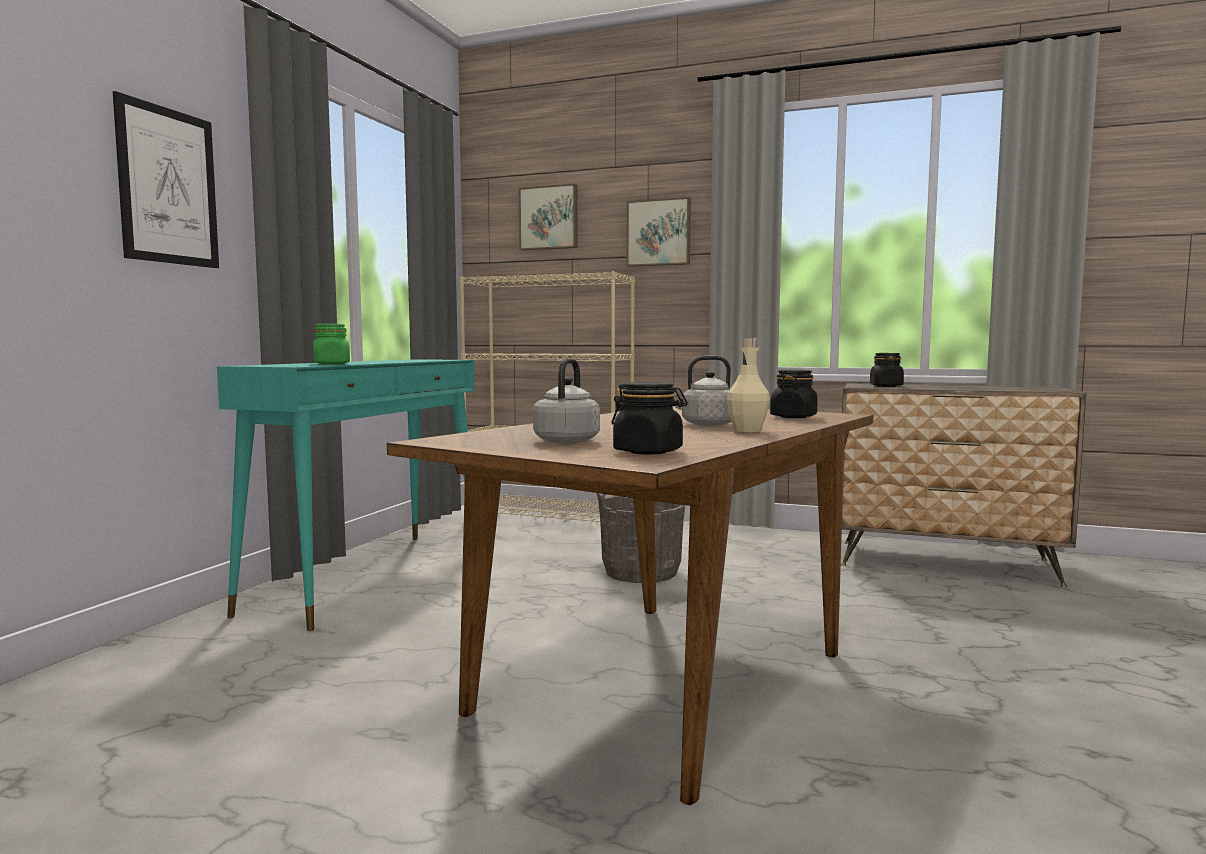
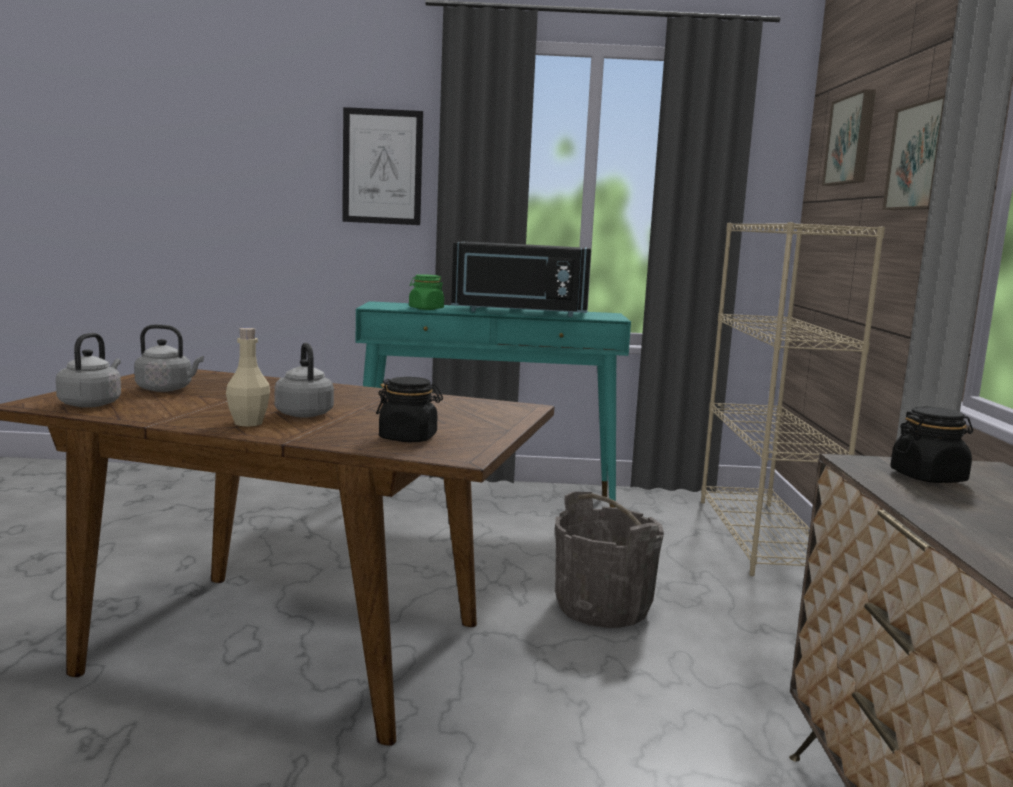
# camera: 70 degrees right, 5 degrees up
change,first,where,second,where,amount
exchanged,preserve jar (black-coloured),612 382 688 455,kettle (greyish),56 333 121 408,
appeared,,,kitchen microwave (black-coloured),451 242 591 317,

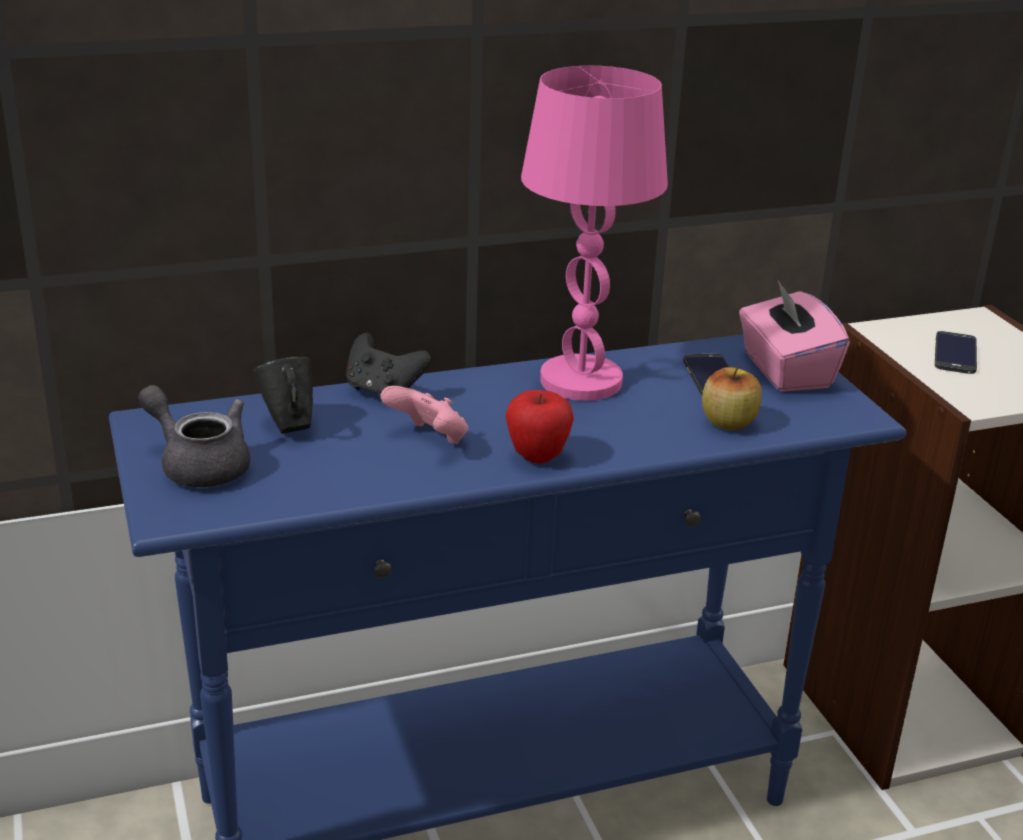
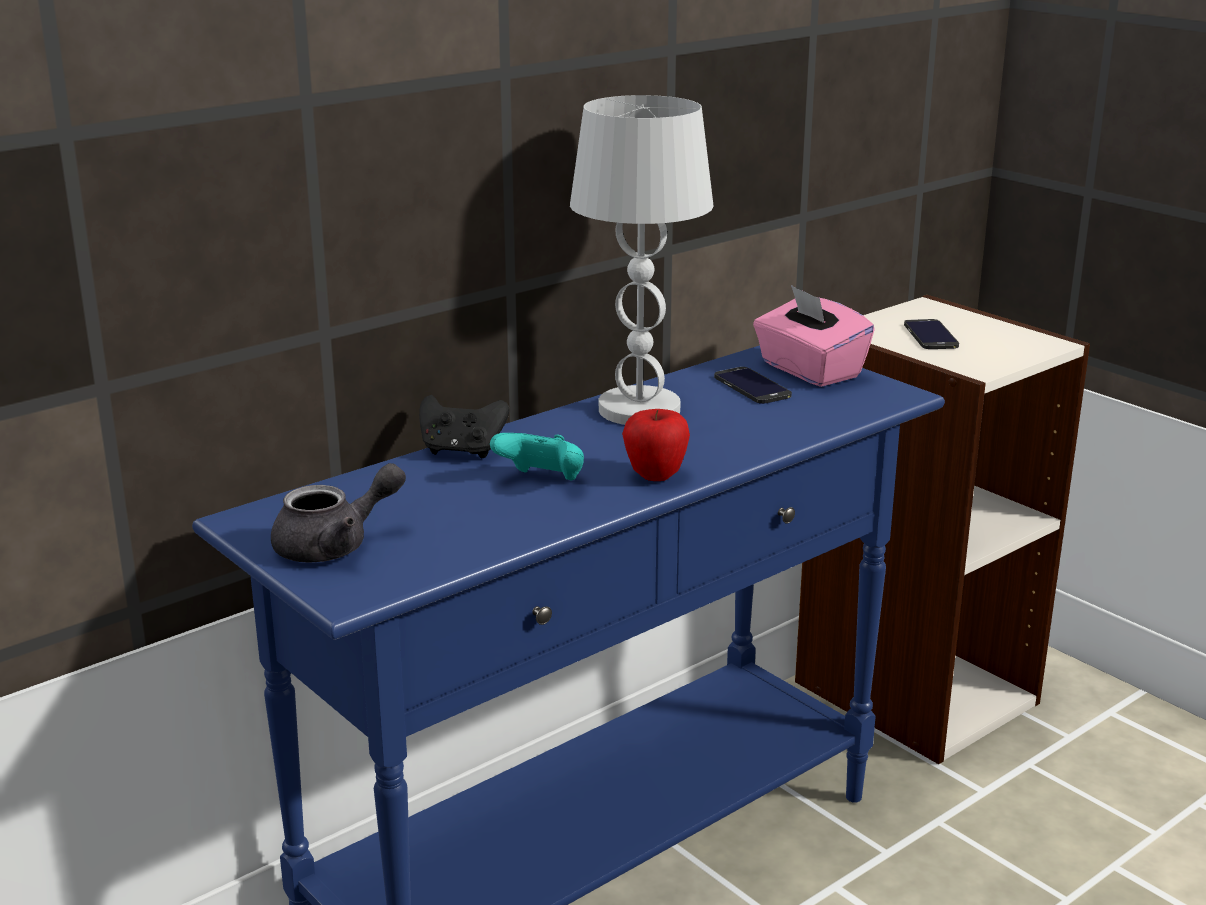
# camera: 20 degrees left, 5 degrees down
change,first,where,second,where,amount
colour,table lamp (pink),521 66 668 401,table lamp (white),570 95 714 425,
missing,mug (black-coloured),254 357 313 434,,,
missing,whole apple,702 366 762 430,,,
spun,tea pot (greyish),138 385 250 487,,271 463 406 563,135 degrees clockwise
colour,gamepad (pink),380 386 468 444,gamepad (blue-green),490 433 584 481,

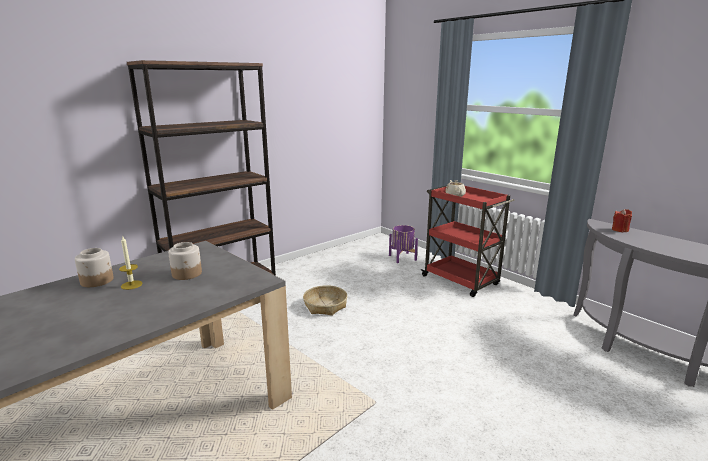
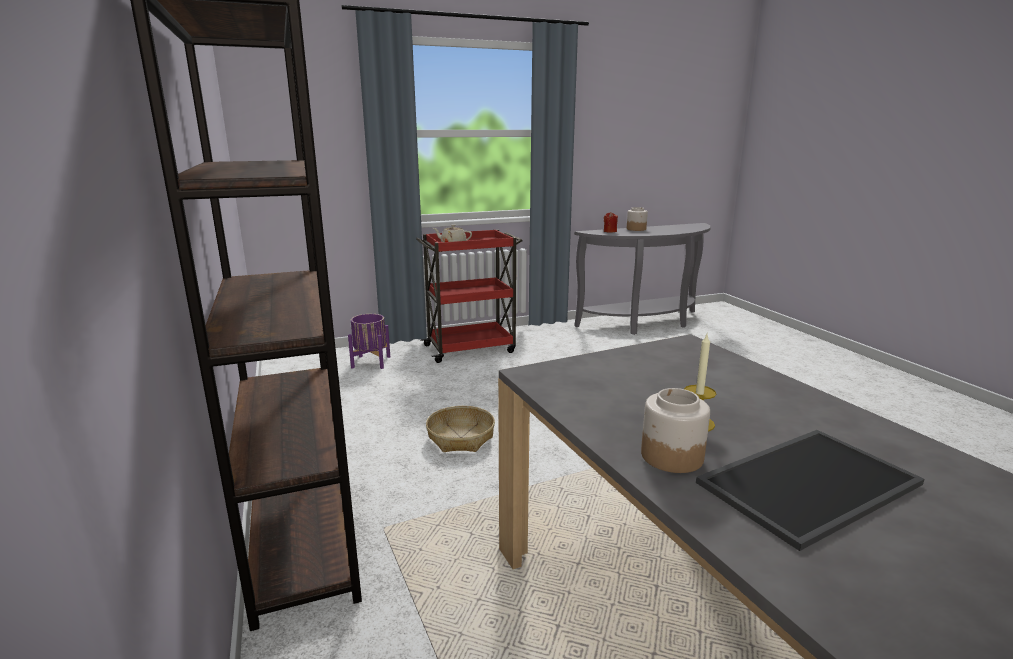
# camera: 70 degrees left, 0 degrees up
change,first,where,second,where,amount
relocated,preserve jar,168 242 202 280,,627 207 648 231,
appeared,,,tray,696 430 925 551,

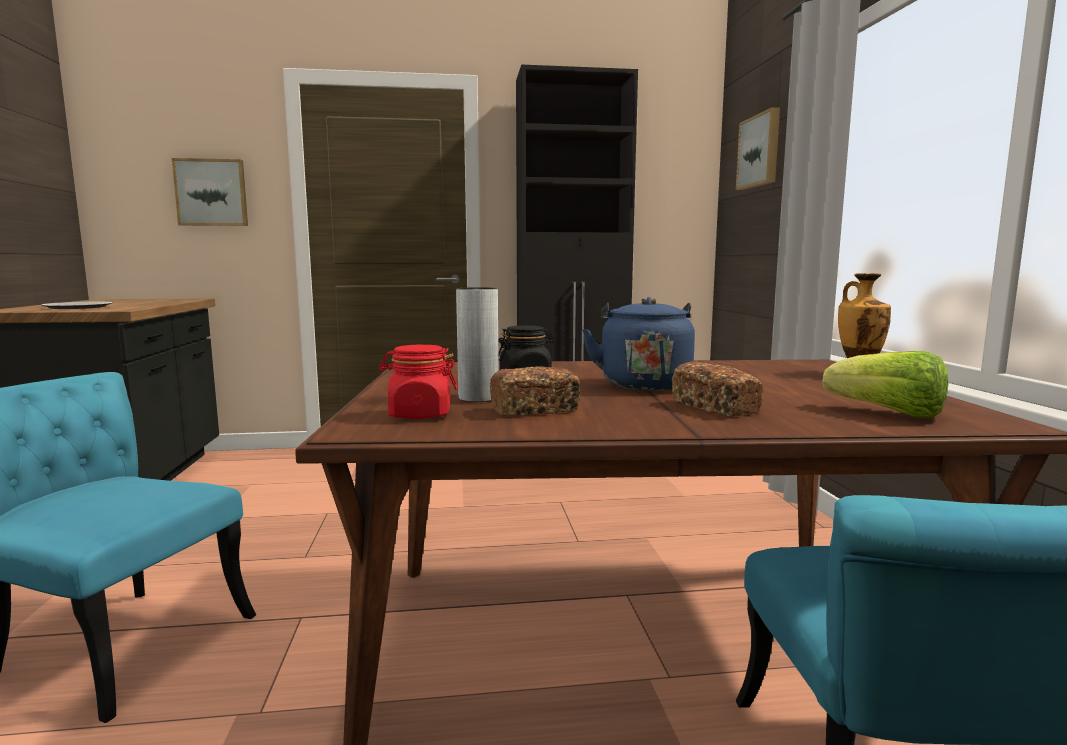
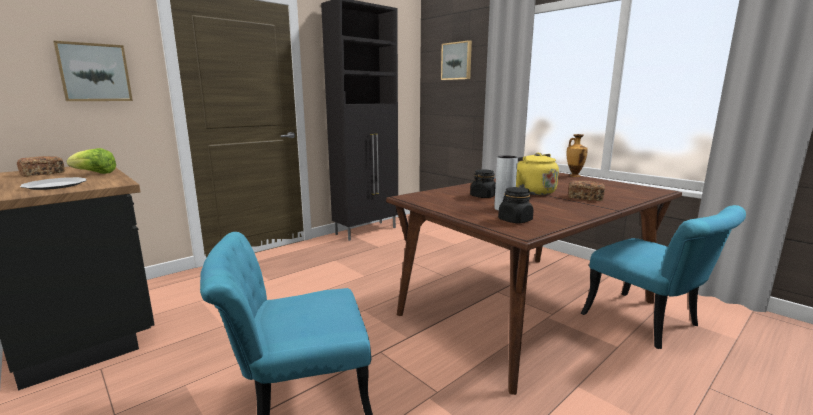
# camera: 35 degrees left, 5 degrees up
change,first,where,second,where,amount
colour,kettle (blue),582 297 695 391,kettle (yellowish),516 153 559 195,
colour,preserve jar (red),379 345 457 419,preserve jar (black-coloured),498 187 534 224,
relocated,head of lettuce,822 351 948 418,,67 148 116 174,
relocated,bread,490 367 580 417,,17 156 65 177,

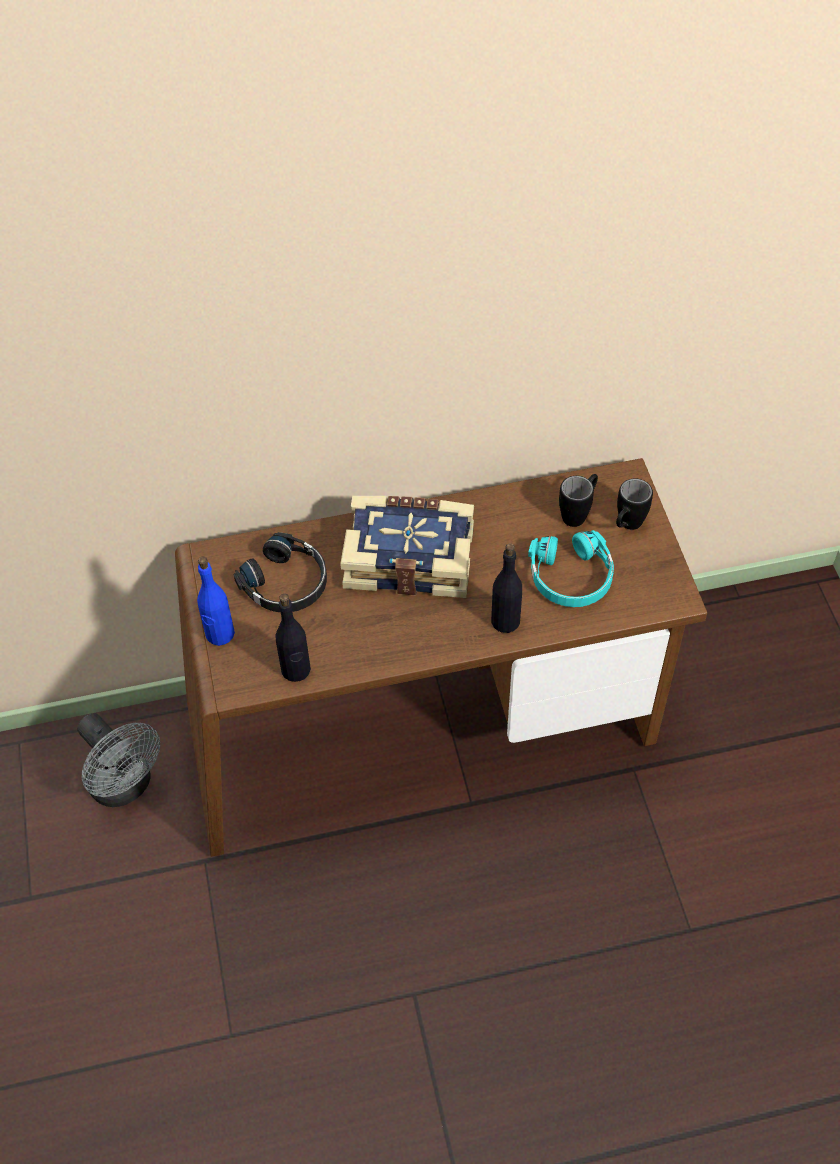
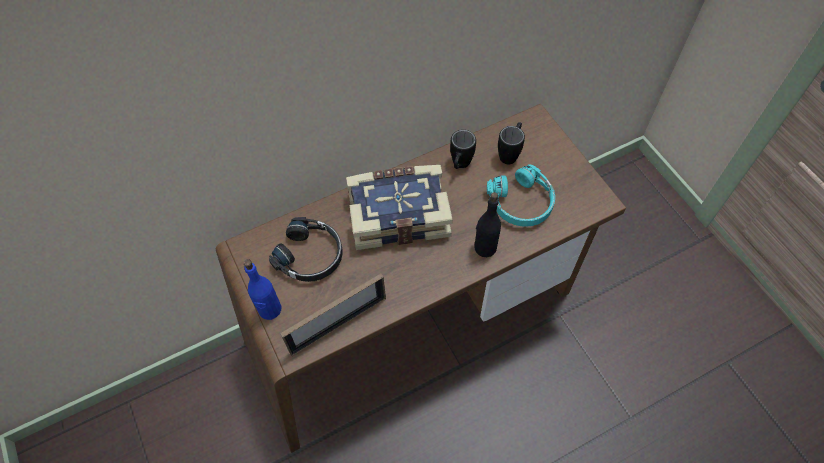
# camera: 15 degrees left, 5 degrees up
change,first,where,second,where,amount
relocated,mug (black-coloured),616 478 653 530,,450 130 476 169,
exchanged,drink bottle (black-coloured),275 594 311 682,standing frame,280 274 386 356,
missing,electric fan (greyish),77 713 160 807,,,

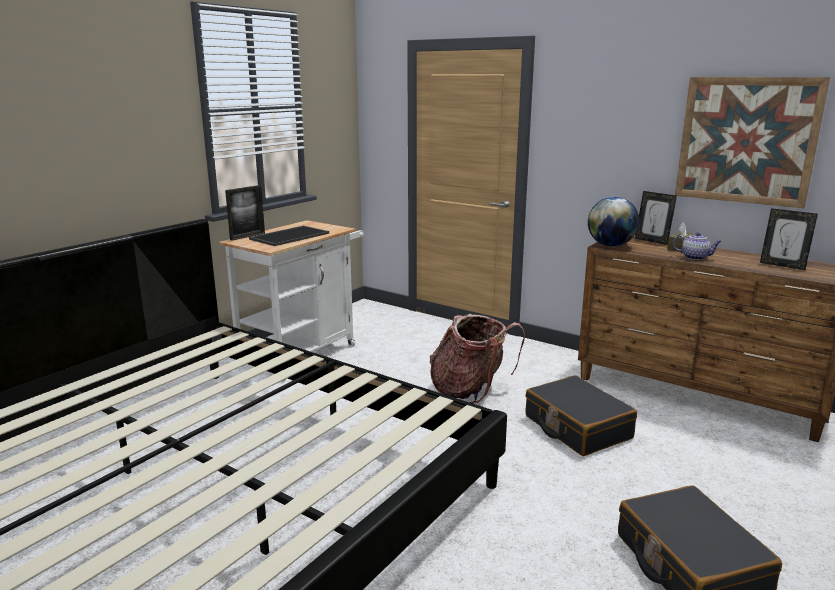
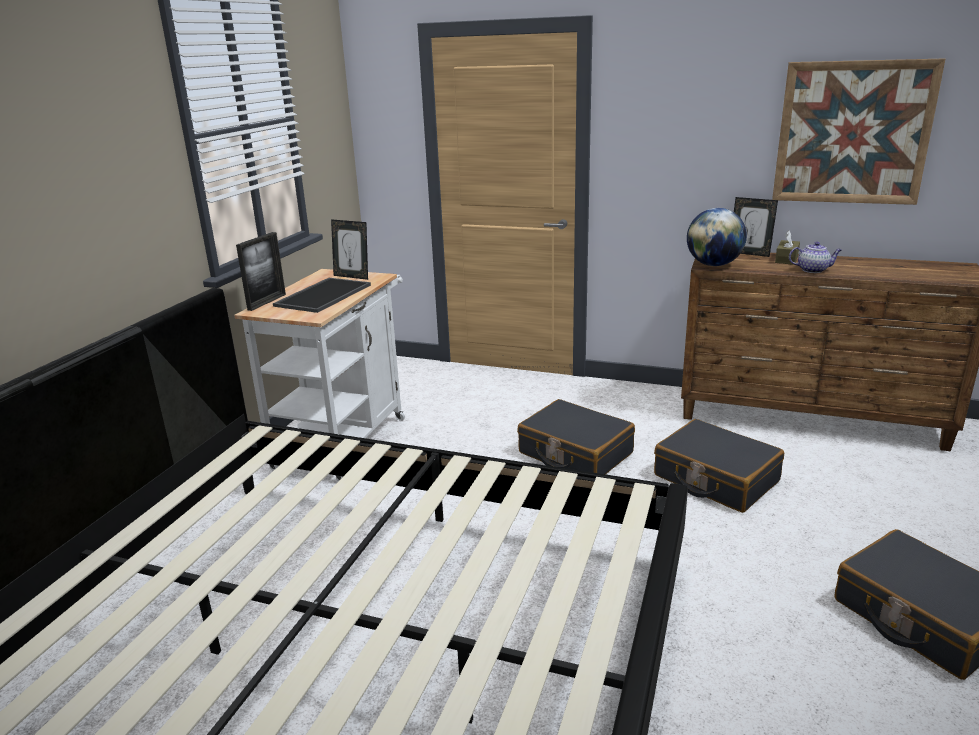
# camera: 15 degrees left, 5 degrees up
change,first,where,second,where,amount
relocated,standing frame,760 208 818 270,,331 219 368 280,
exchanged,backpack,429 314 525 404,travel case (black-coloured),517 399 635 474,

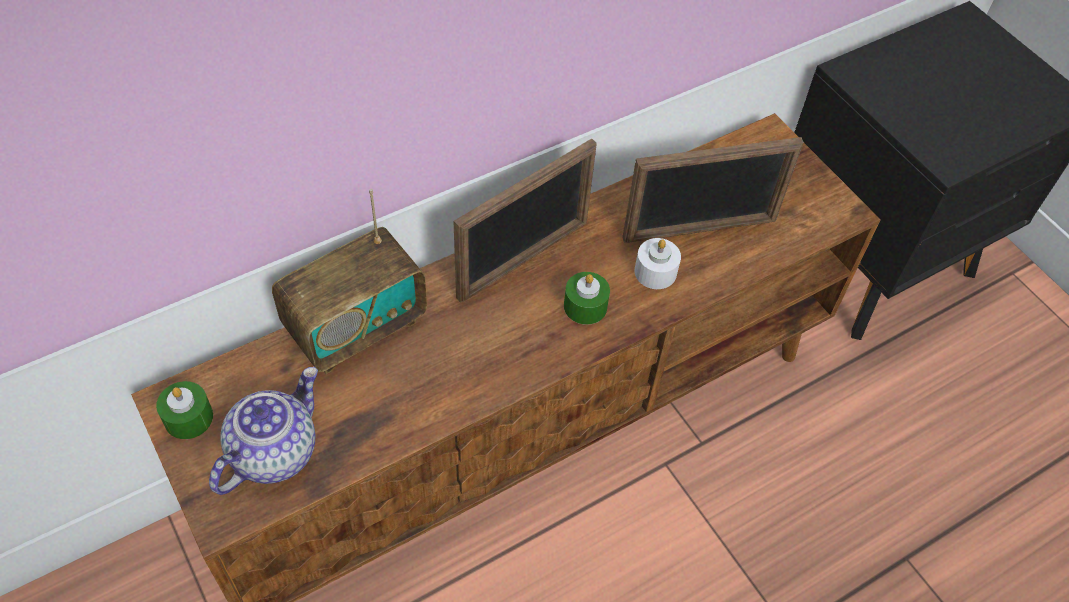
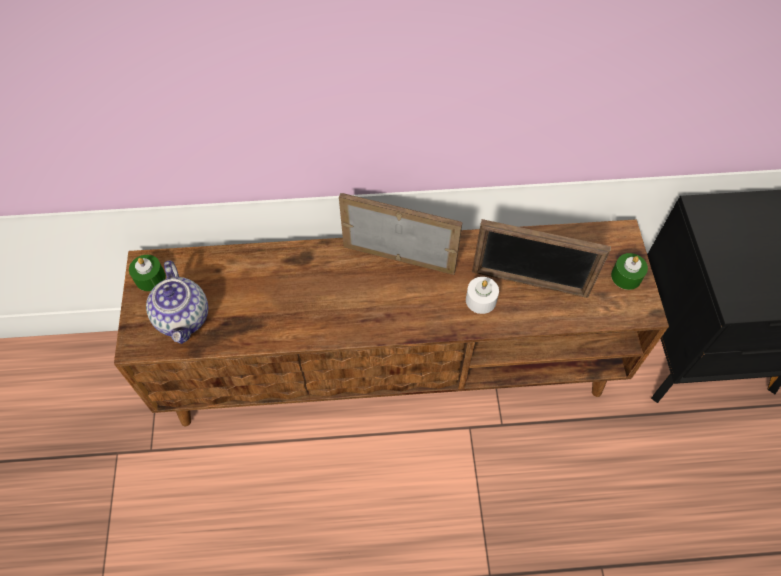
# camera: 30 degrees right, 5 degrees up
change,first,where,second,where,amount
spun,standing frame,454 139 597 303,,339 193 463 275,150 degrees counterclockwise
missing,radio,272 189 427 374,,,
relocated,wax candle (green),564 272 610 325,,611 253 648 290,
spun,tea pot,209 367 318 495,,146 260 208 344,105 degrees clockwise

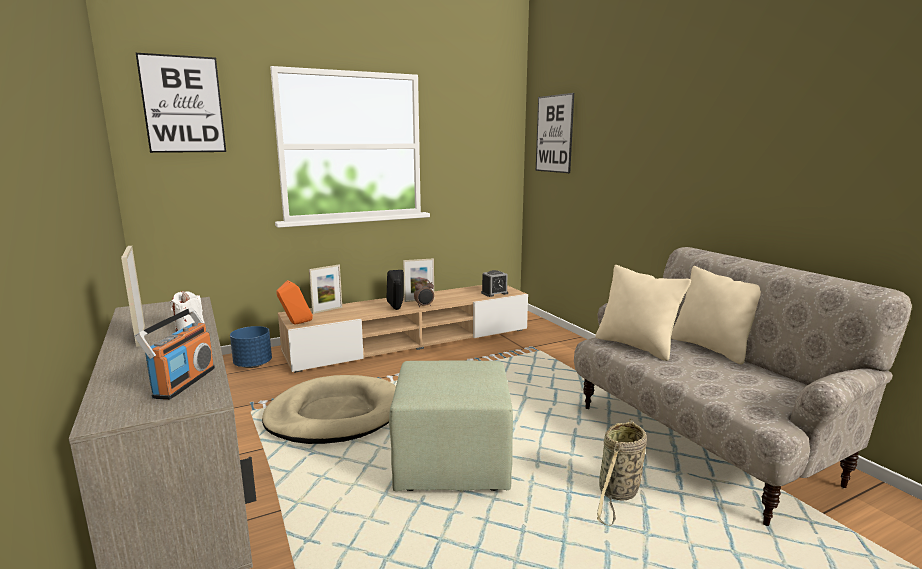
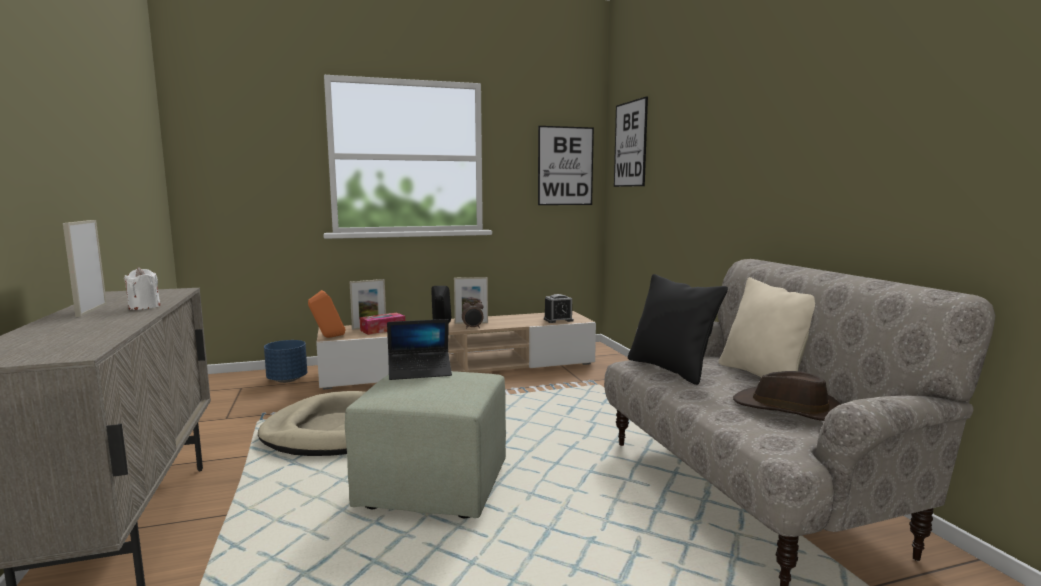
# camera: 10 degrees right, 5 degrees down
change,first,where,second,where,amount
relocated,picture,136 53 226 153,,538 126 594 205,
colour,pillow (beige-coloured),596 265 691 361,pillow (black-coloured),628 274 728 385,
missing,radio,135 307 215 400,,,
missing,household basket,597 419 647 526,,,
appeared,,,box of tissues,360 313 405 335,
appeared,,,portable computer,387 319 452 380,
appeared,,,hat (brown),733 371 841 421,

